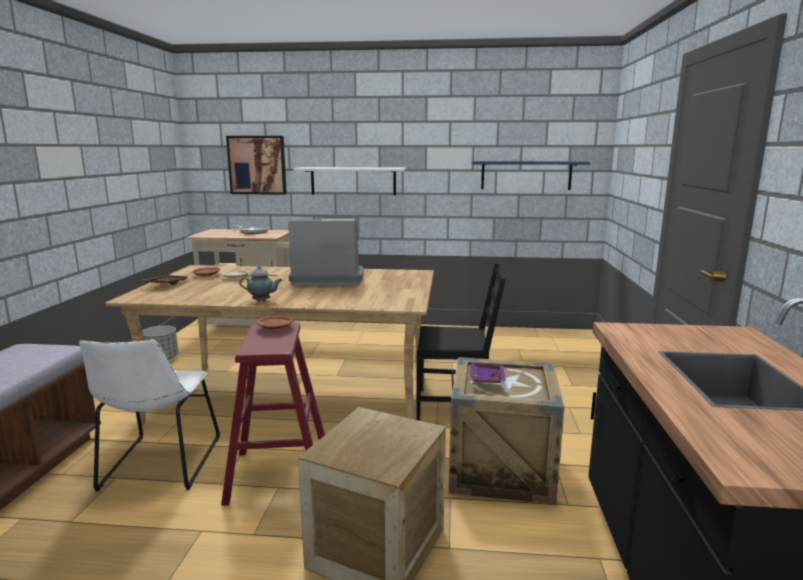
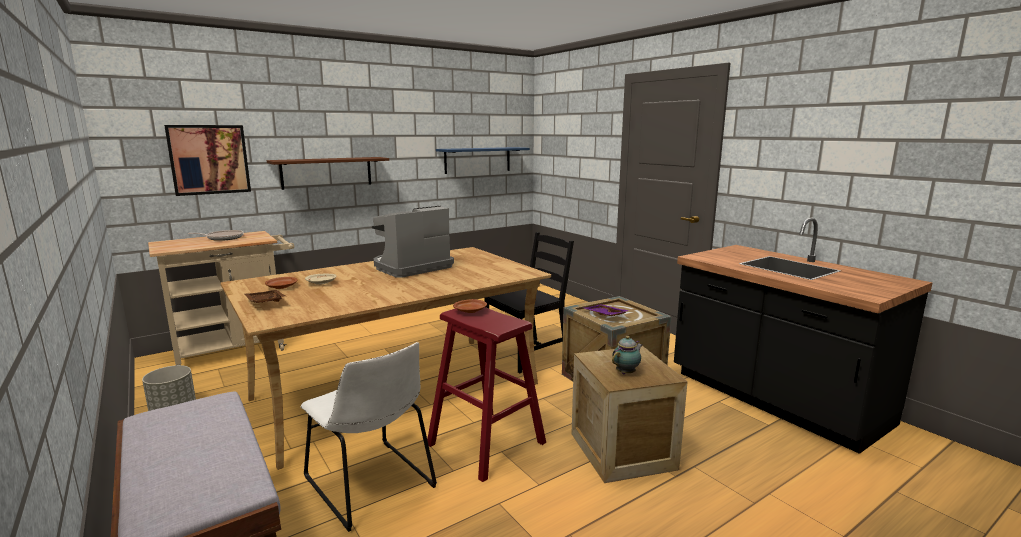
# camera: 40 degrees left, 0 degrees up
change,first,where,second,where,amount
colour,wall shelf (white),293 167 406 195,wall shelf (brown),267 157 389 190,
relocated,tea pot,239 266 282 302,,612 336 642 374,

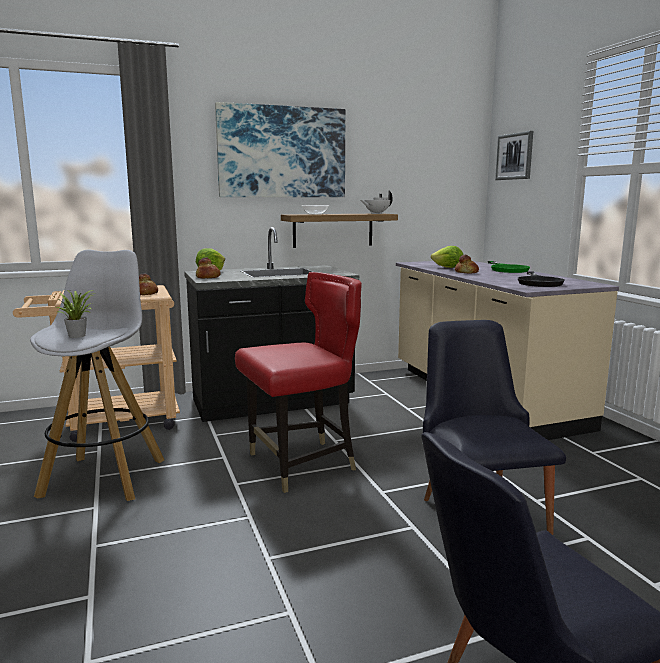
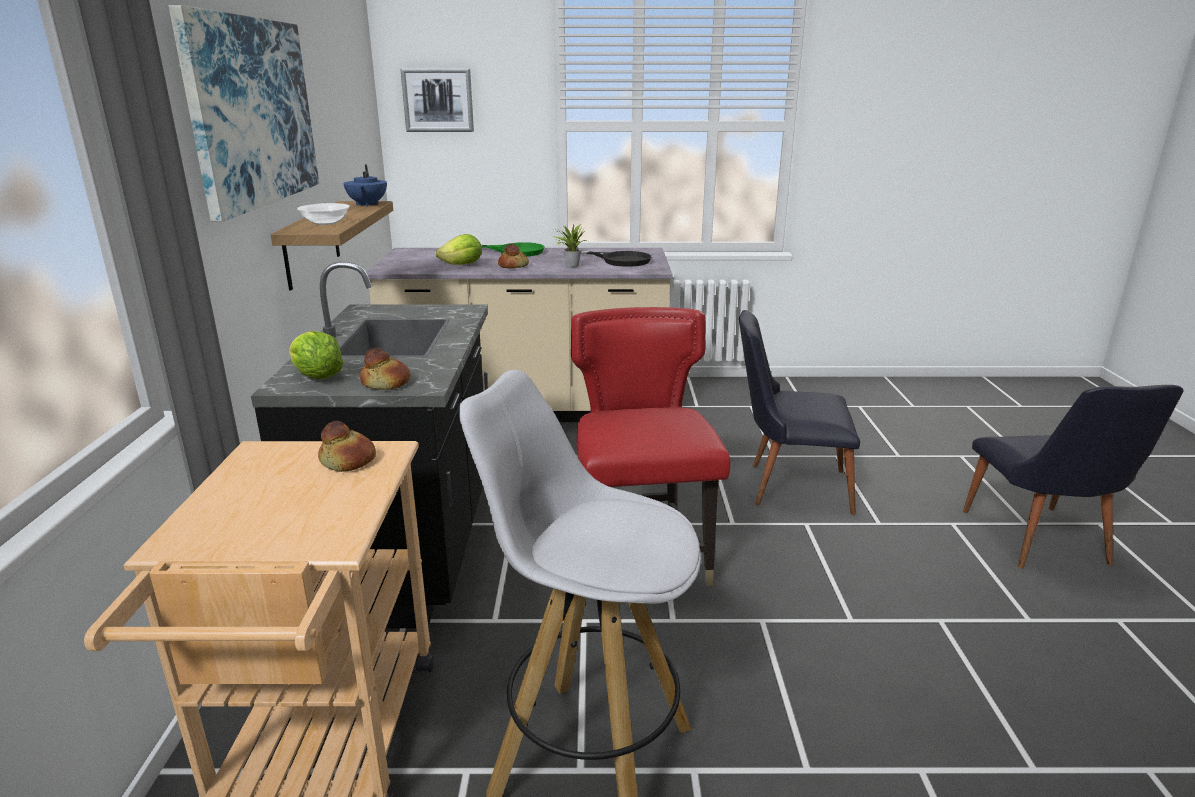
# camera: 70 degrees left, 10 degrees up
change,first,where,second,where,amount
colour,tea pot (white),361 190 393 214,tea pot (blue),343 164 387 207,
relocated,potted plant,55 290 97 338,,554 224 588 267,

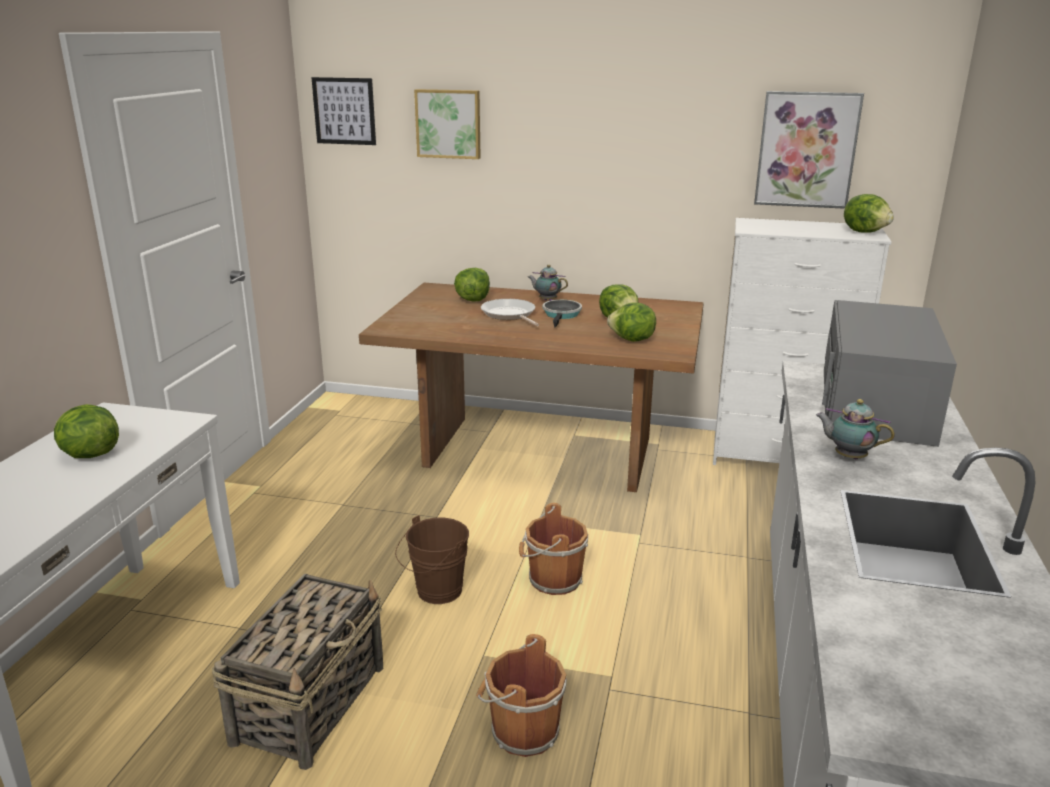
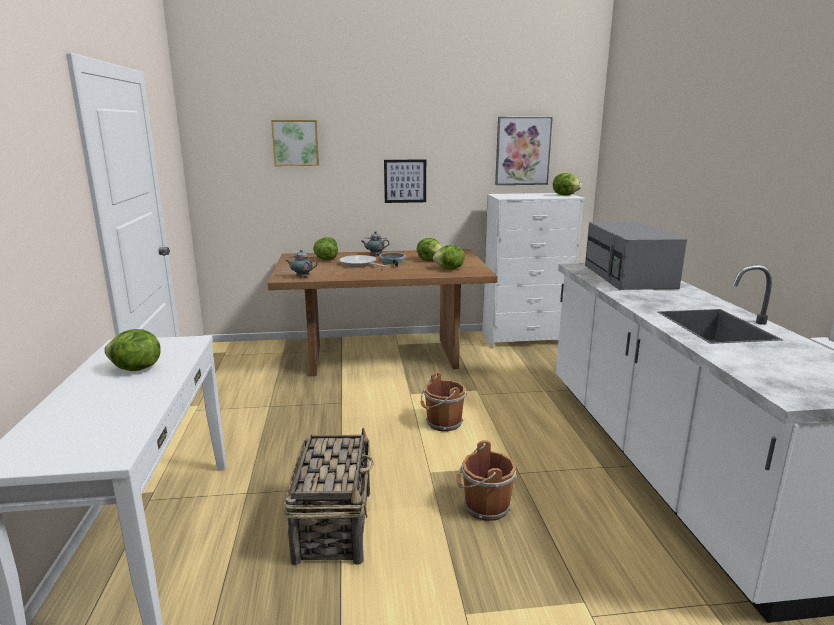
# camera: 20 degrees left, 5 degrees down
change,first,where,second,where,amount
relocated,picture,311 77 376 145,,384 159 426 203,
relocated,tea pot,816 399 895 459,,285 250 318 278,
missing,water bucket (brown),395 515 469 604,,,

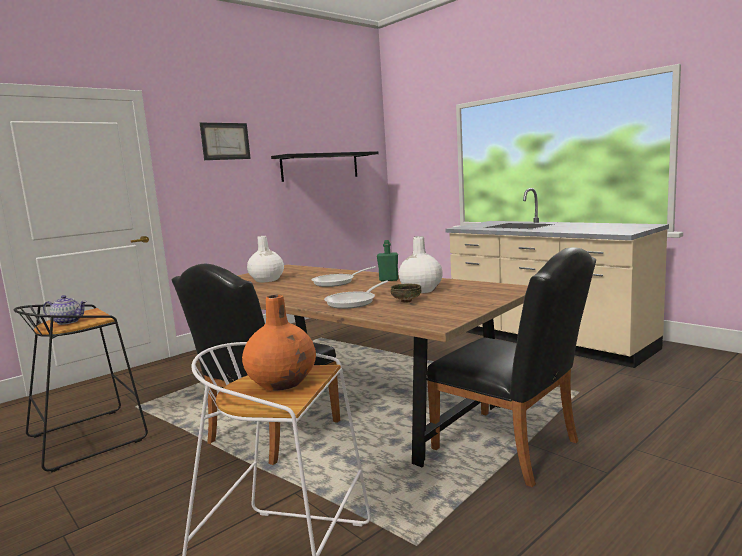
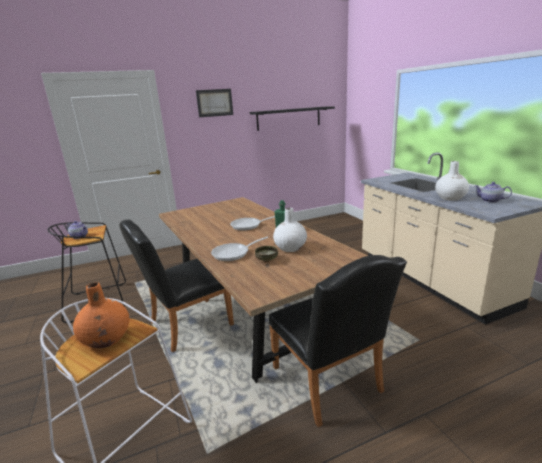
# camera: 20 degrees right, 10 degrees up
change,first,where,second,where,amount
relocated,vase (white),247 236 284 283,,435 161 469 201,
appeared,,,tea pot,475 182 512 203,

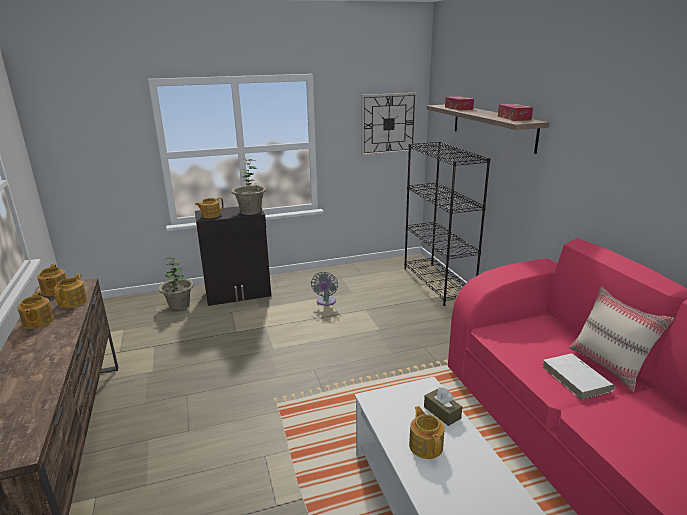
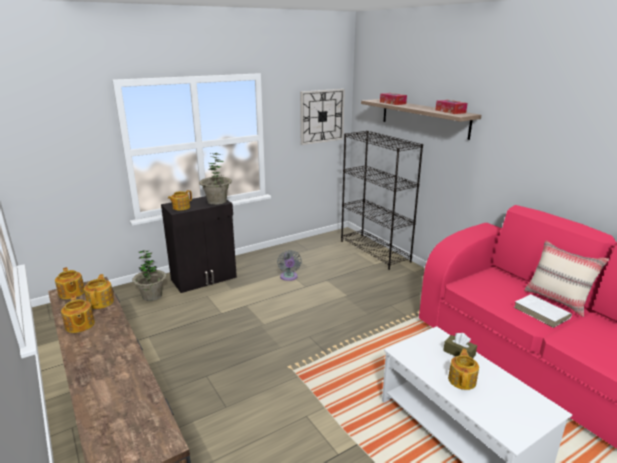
# camera: 15 degrees left, 0 degrees up
change,first,where,second,where,amount
spun,tea pot,409 406 445 459,,448 349 479 390,45 degrees clockwise

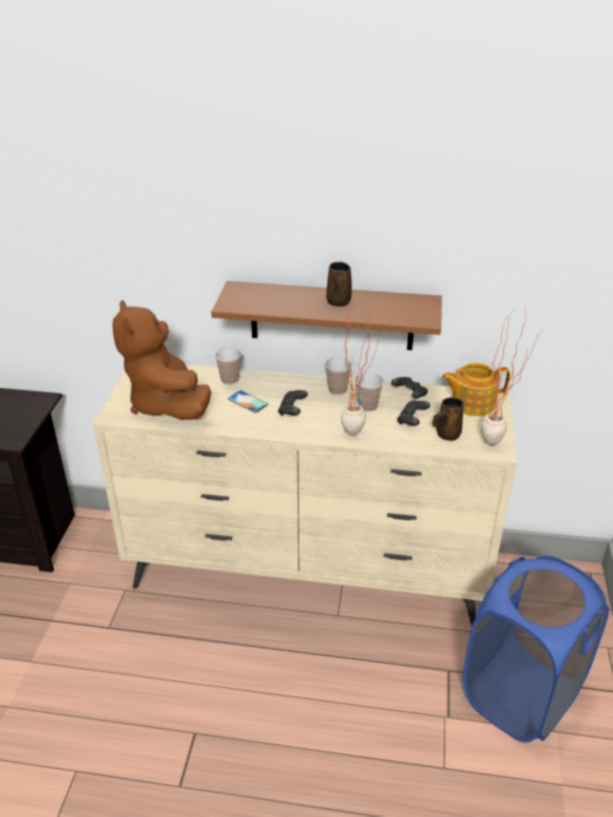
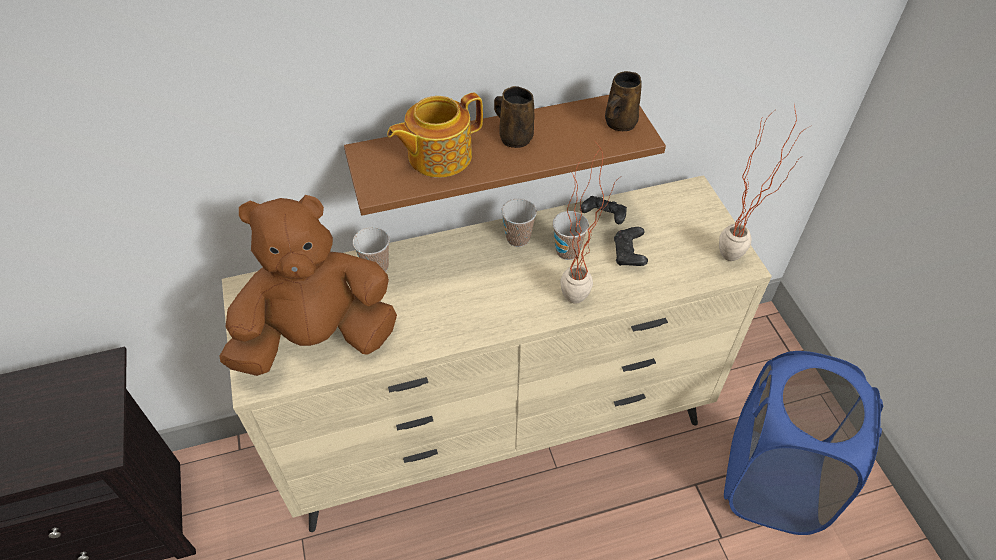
# camera: 25 degrees left, 15 degrees up
change,first,where,second,where,amount
spun,soft toy (brown),113 300 211 420,,220 195 397 376,120 degrees clockwise
relocated,tea pot,442 363 511 416,,387 93 483 178,
missing,telephone,228 390 269 413,,,
missing,gamepad (black-coloured),278 390 308 416,,,
relocated,mug (brown),432 397 464 441,,605 71 642 131,

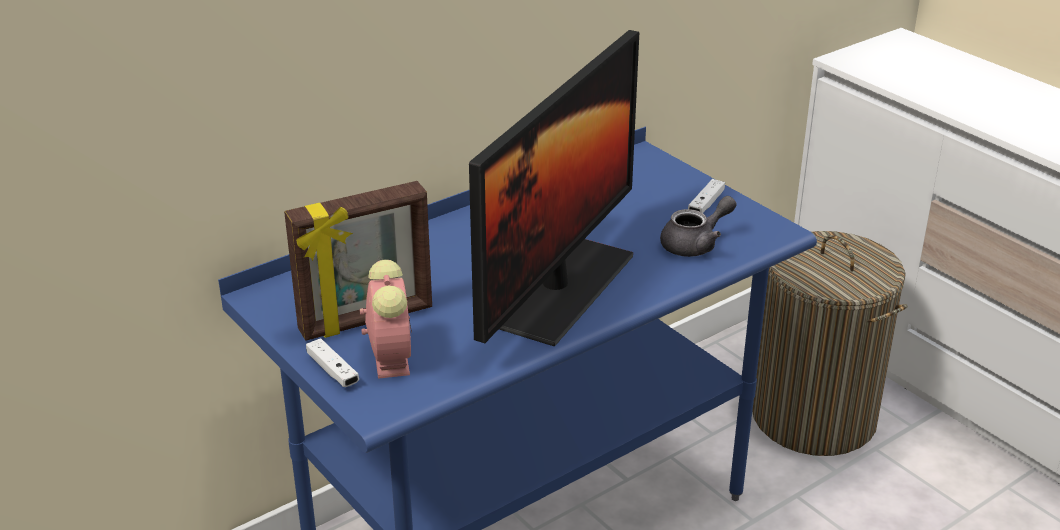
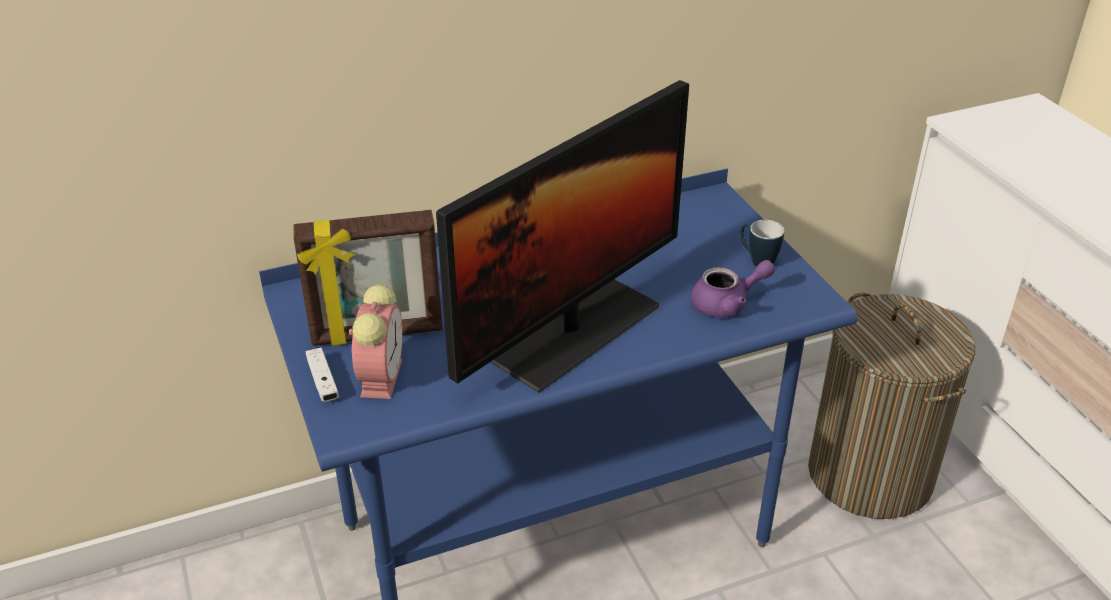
# camera: 15 degrees right, 5 degrees up
change,first,where,second,where,amount
exchanged,gamepad (white),688 179 725 213,mug,741 220 785 267,
colour,tea pot (greyish),660 196 736 257,tea pot (purple),691 260 775 318,

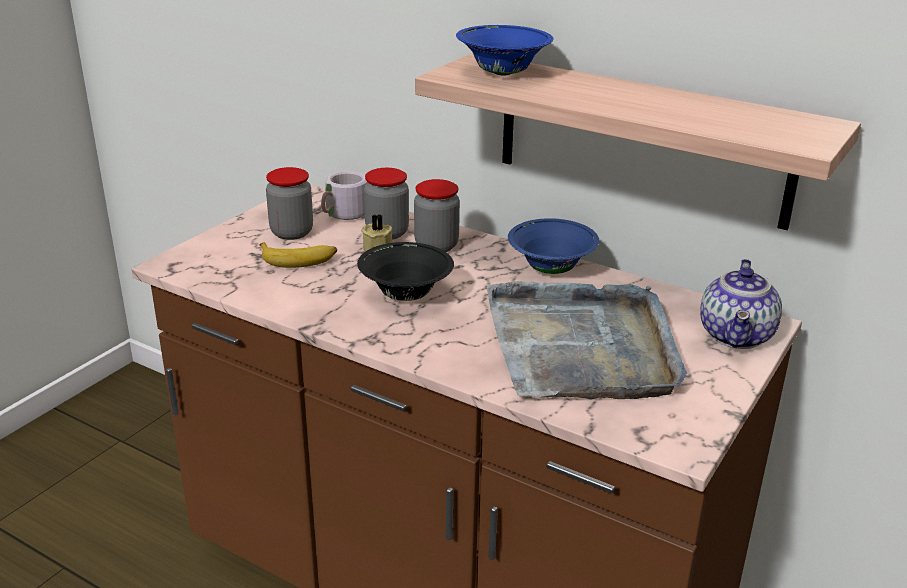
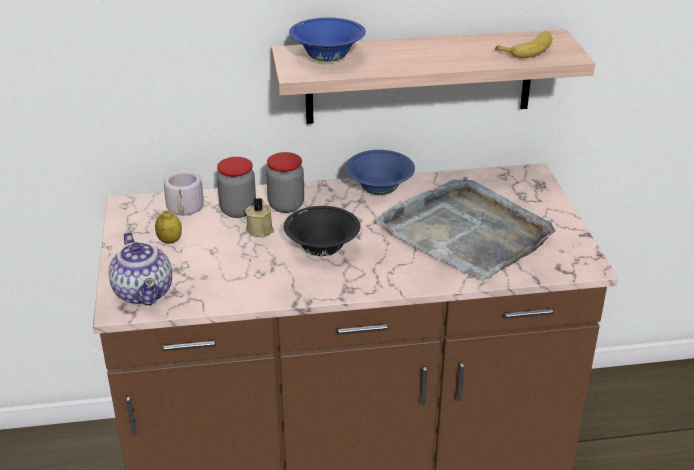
# camera: 40 degrees left, 5 degrees up
change,first,where,second,where,amount
exchanged,preserve jar,266 167 313 240,whole lemon,155 210 182 244,
relocated,banana fruit,259 243 337 268,,495 31 552 58,
relocated,tea pot,700 259 782 349,,109 232 172 305,

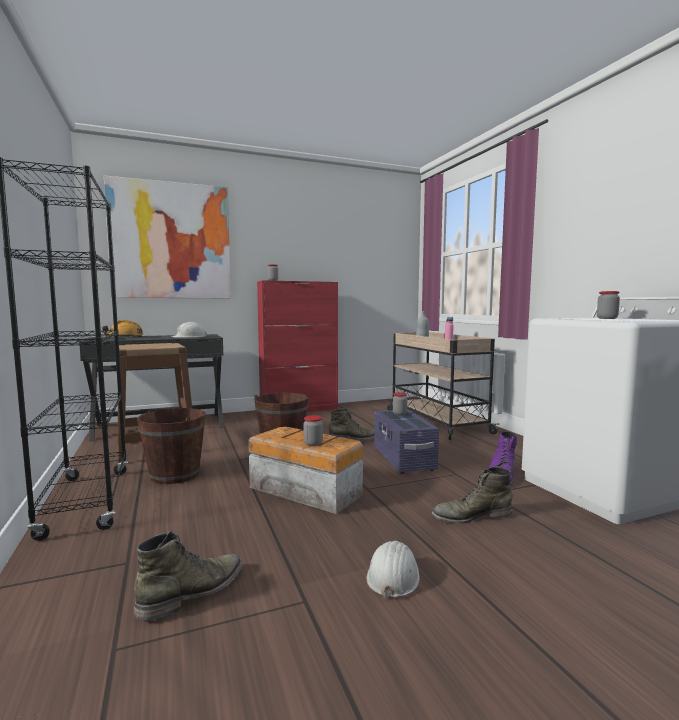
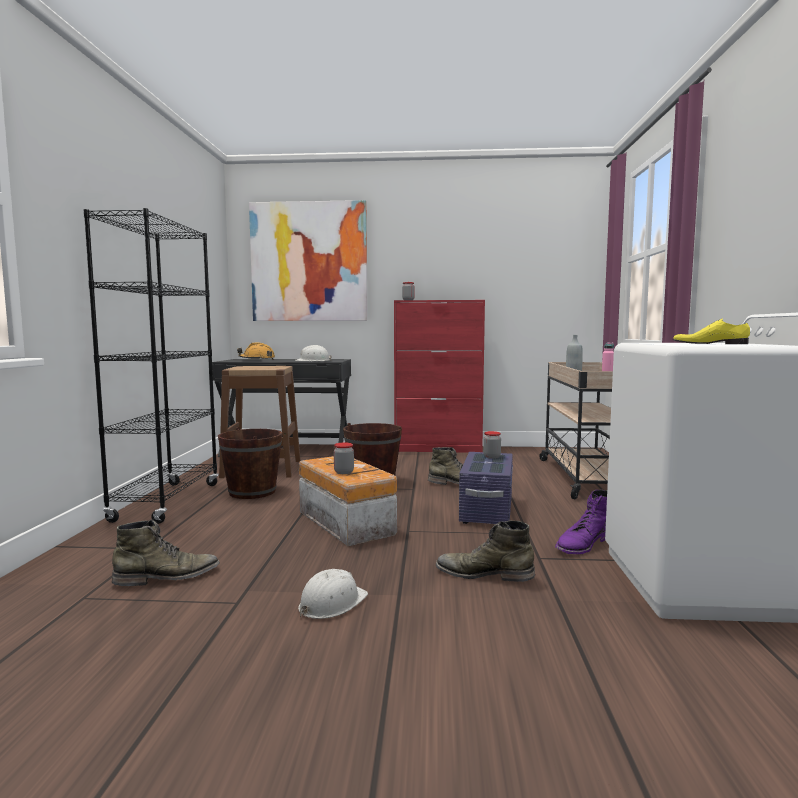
# camera: 25 degrees right, 0 degrees up
change,first,where,second,where,amount
exchanged,preserve jar,597 291 620 319,item of footwear (yellowish),673 318 750 344,

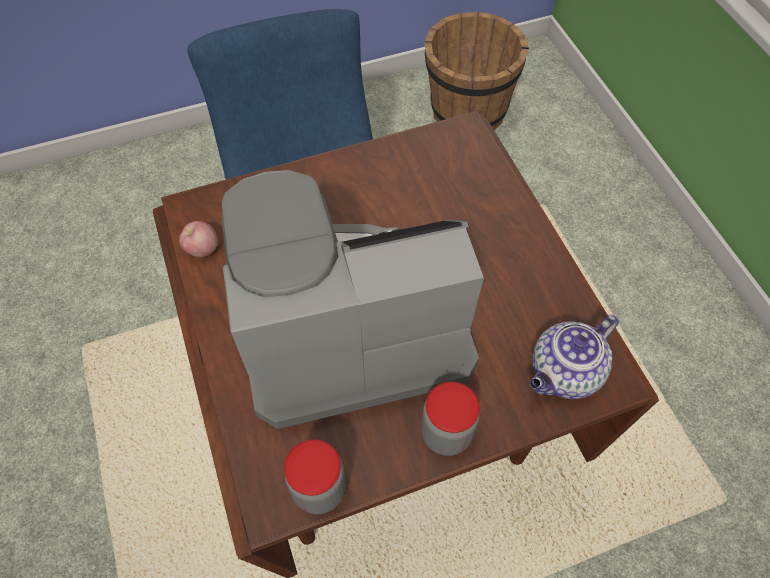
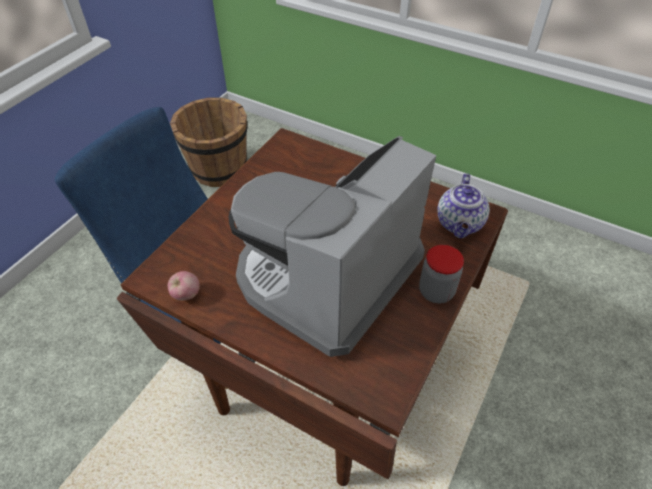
# camera: 40 degrees left, 10 degrees down
change,first,where,second,where,amount
missing,preserve jar,284 439 346 514,,,

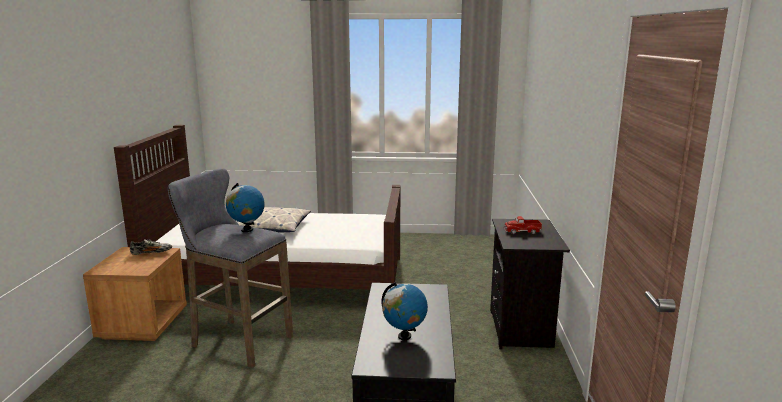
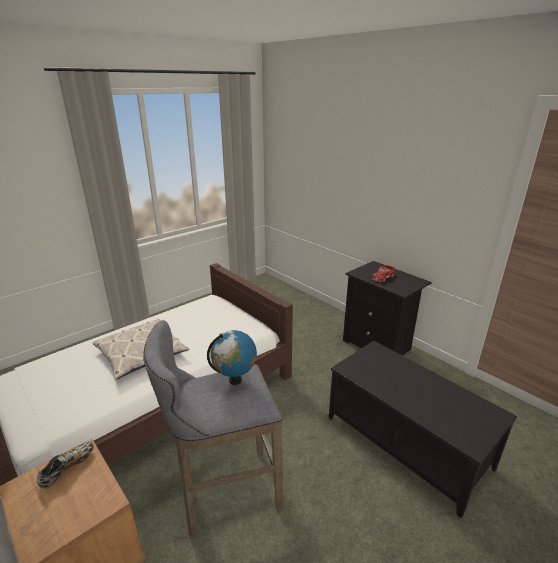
# camera: 45 degrees left, 10 degrees up
change,first,where,second,where,amount
missing,world globe,382 282 428 340,,,

